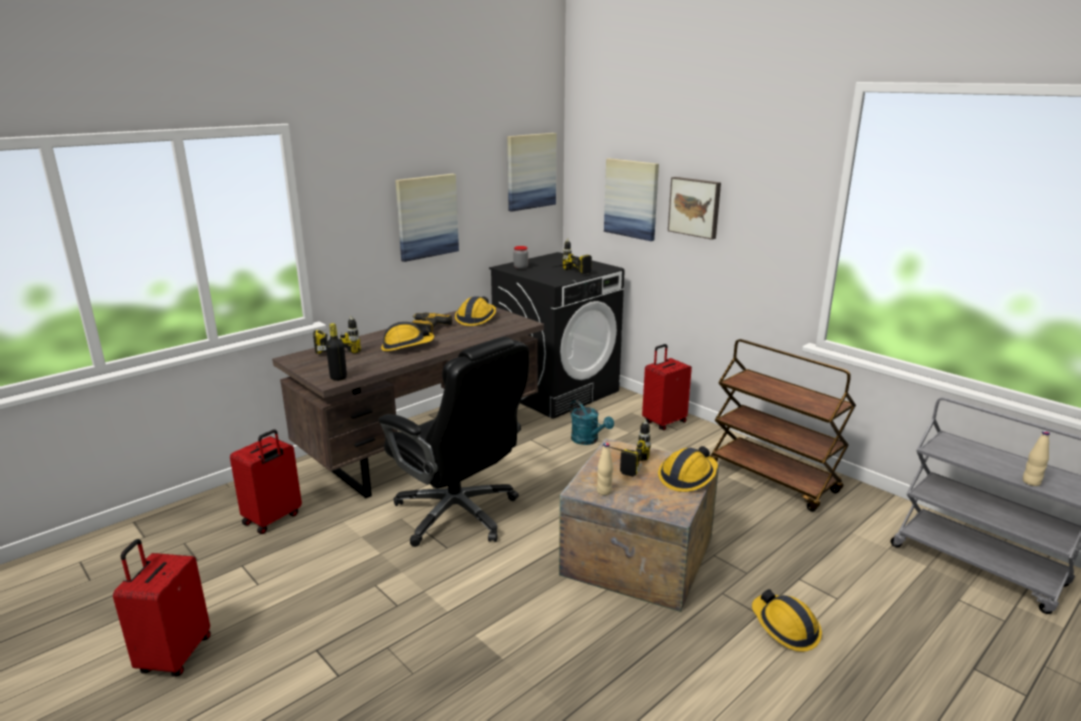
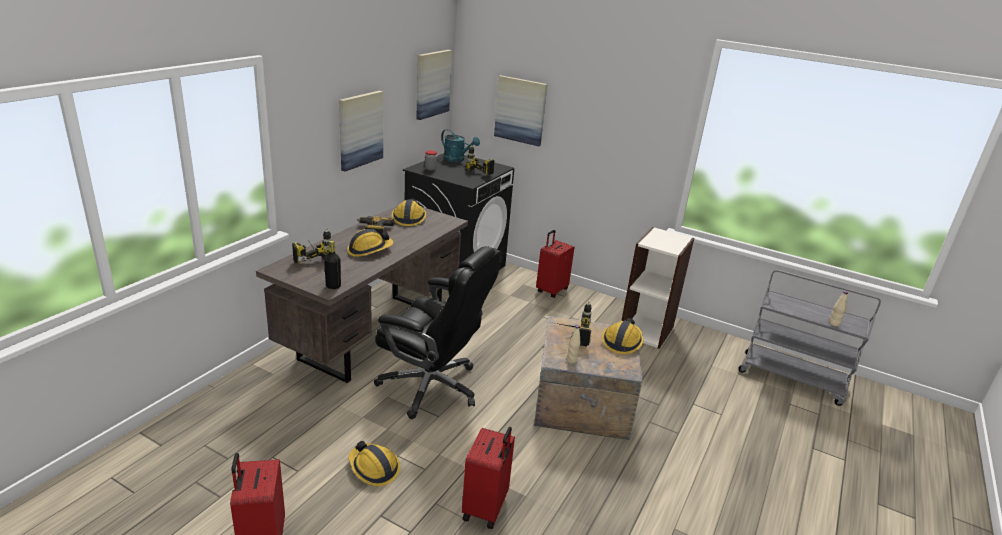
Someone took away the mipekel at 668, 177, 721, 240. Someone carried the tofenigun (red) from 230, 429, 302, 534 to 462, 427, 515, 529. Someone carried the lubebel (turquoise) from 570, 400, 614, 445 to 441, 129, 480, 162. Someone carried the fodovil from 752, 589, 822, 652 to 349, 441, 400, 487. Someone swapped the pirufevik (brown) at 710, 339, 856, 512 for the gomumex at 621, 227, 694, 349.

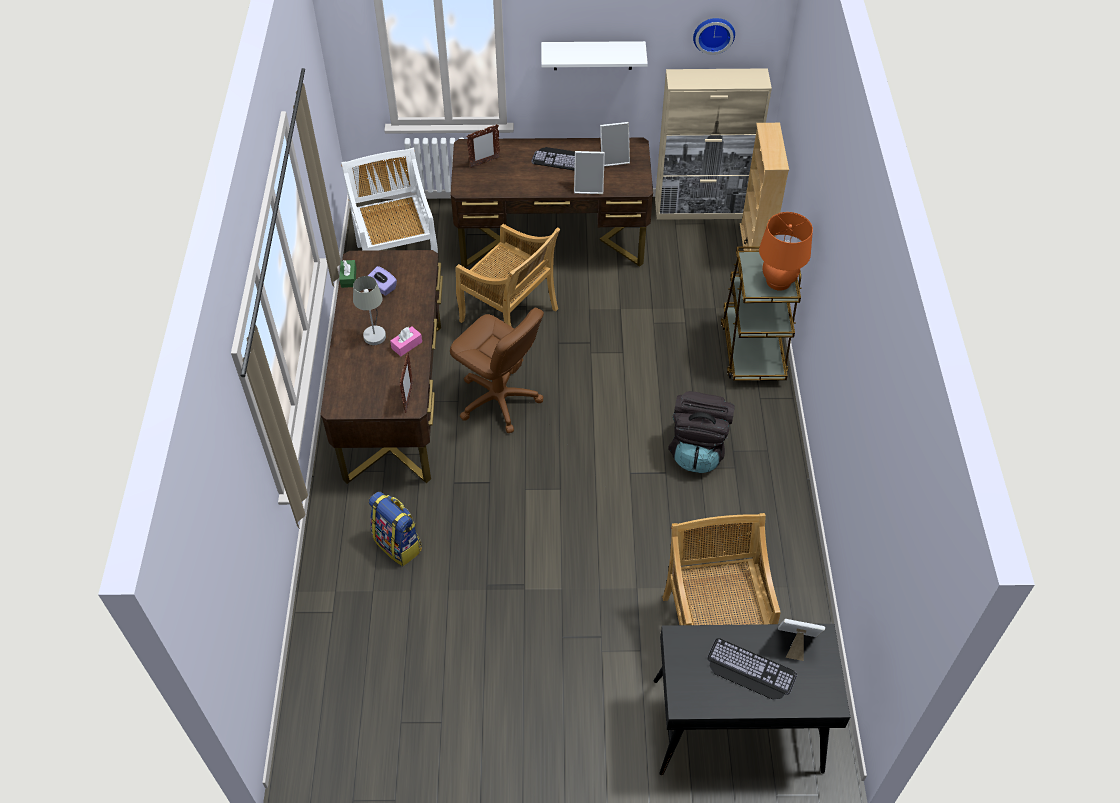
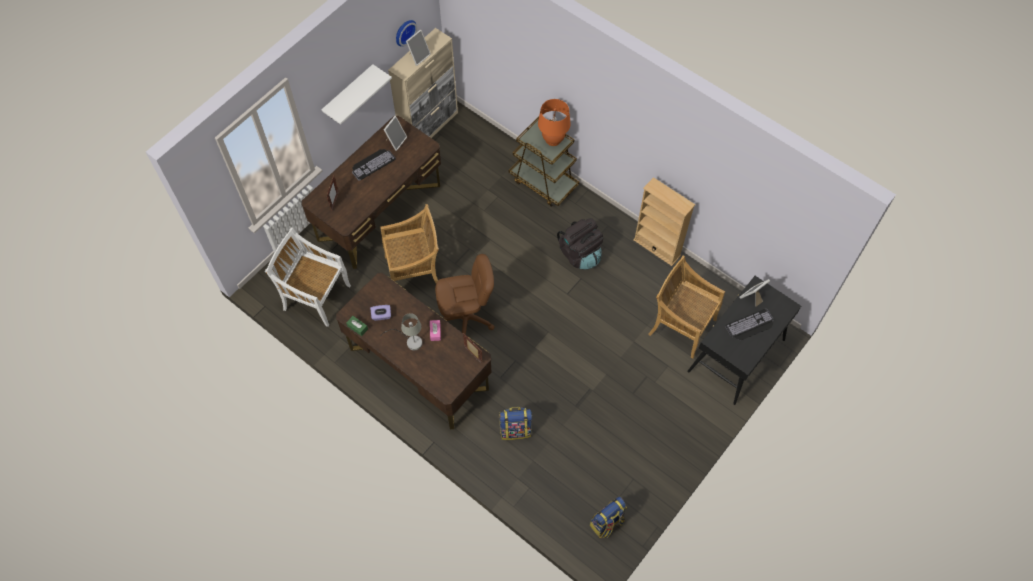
Someone put down the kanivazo at 590, 497, 627, 538. Someone carried the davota from 574, 151, 605, 194 to 406, 29, 431, 66. Someone carried the gomumex (beige) from 740, 123, 789, 251 to 633, 177, 696, 266.

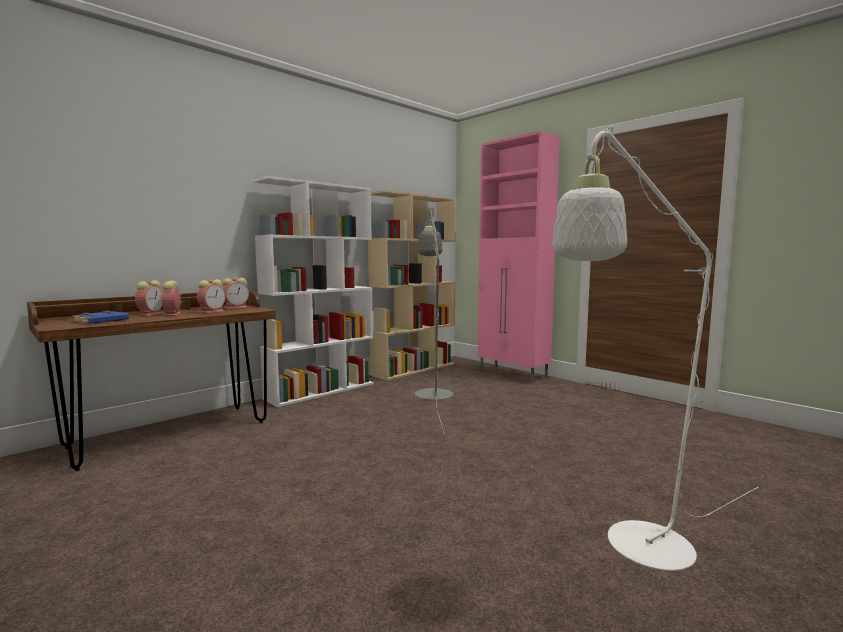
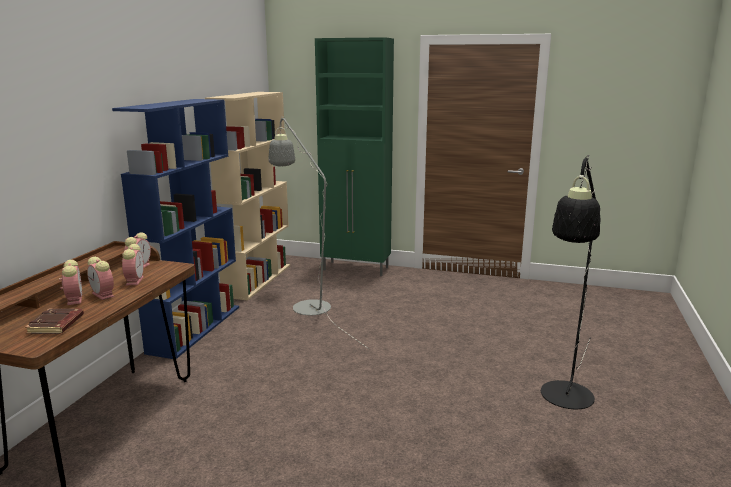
Someone repainted the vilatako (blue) at 72, 311, 129, 324, which became the vilatako (brown) at 25, 308, 84, 334. Someone repainted the gomumex (white) at 252, 176, 374, 407, which became the gomumex (blue) at 112, 99, 239, 359. Someone repainted the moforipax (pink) at 477, 131, 560, 383, which became the moforipax (green) at 315, 37, 394, 276. Someone repainted the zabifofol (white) at 552, 126, 759, 571, which became the zabifofol (black) at 541, 155, 601, 409.

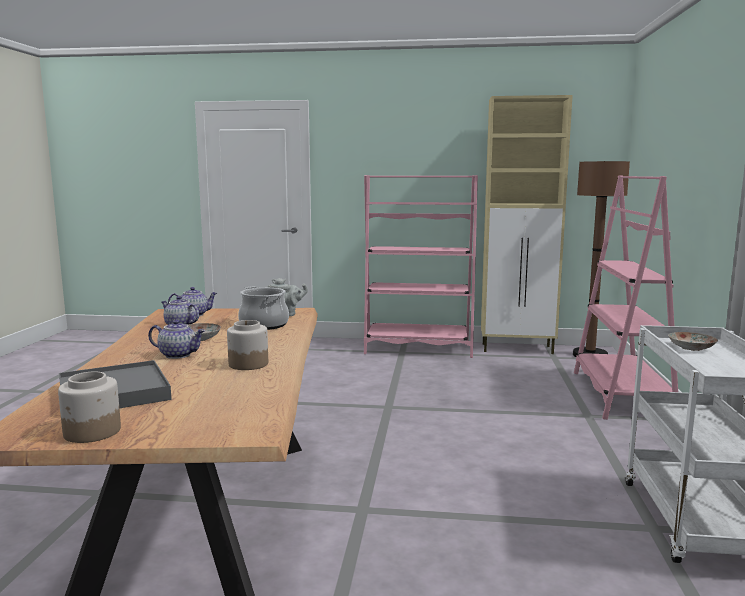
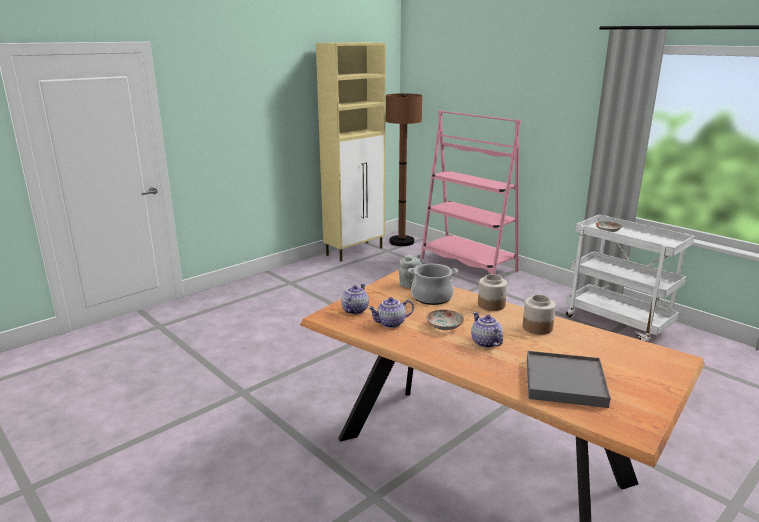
Someone took away the gomumex (pink) at 364, 175, 478, 358. Someone carried the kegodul from 58, 371, 121, 443 to 478, 274, 507, 311. Someone rotated the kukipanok at 148, 320, 205, 359 by 75 degrees counterclockwise.

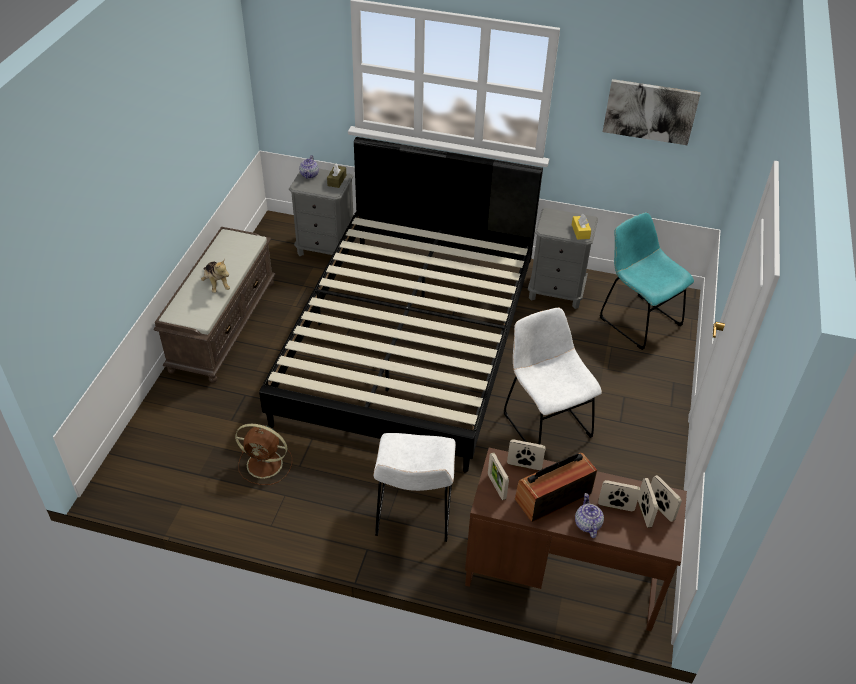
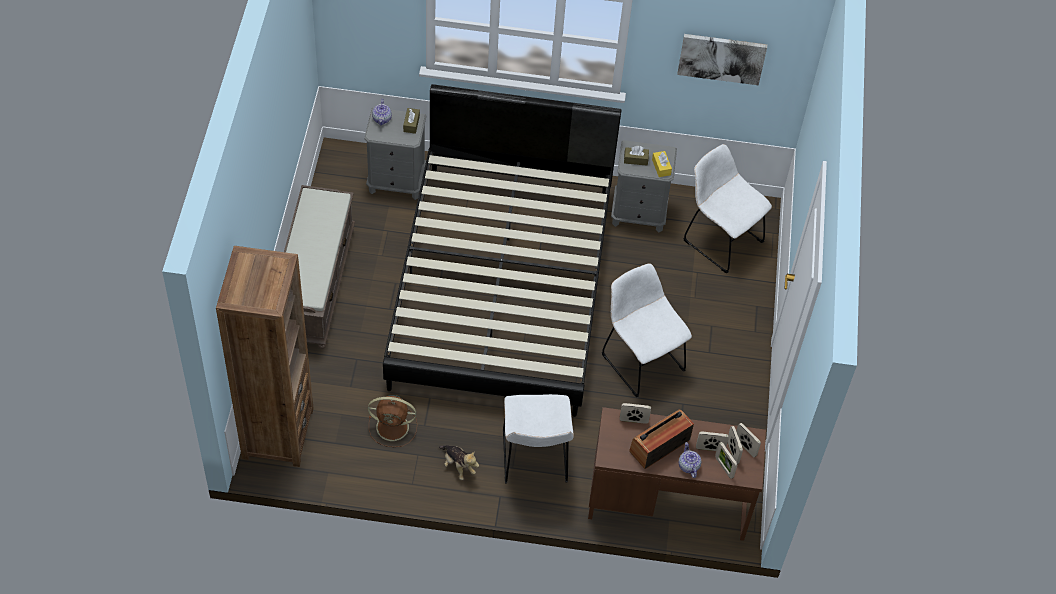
Someone put down the gomumex (brown) at 216, 246, 314, 467. Someone put down the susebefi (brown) at 624, 146, 649, 166. Someone carried the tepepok from 201, 258, 230, 293 to 439, 445, 479, 480. Someone carried the davota from 488, 453, 509, 500 to 715, 442, 738, 479. Someone repainted the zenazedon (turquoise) at 600, 212, 694, 350, which became the zenazedon (white) at 683, 144, 772, 274.

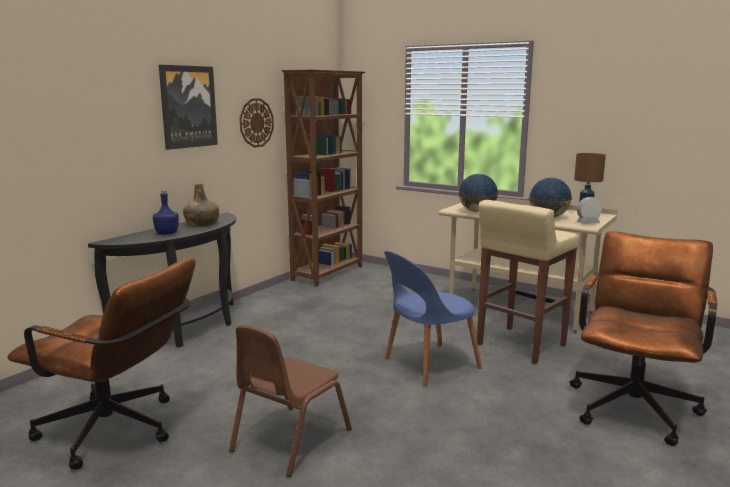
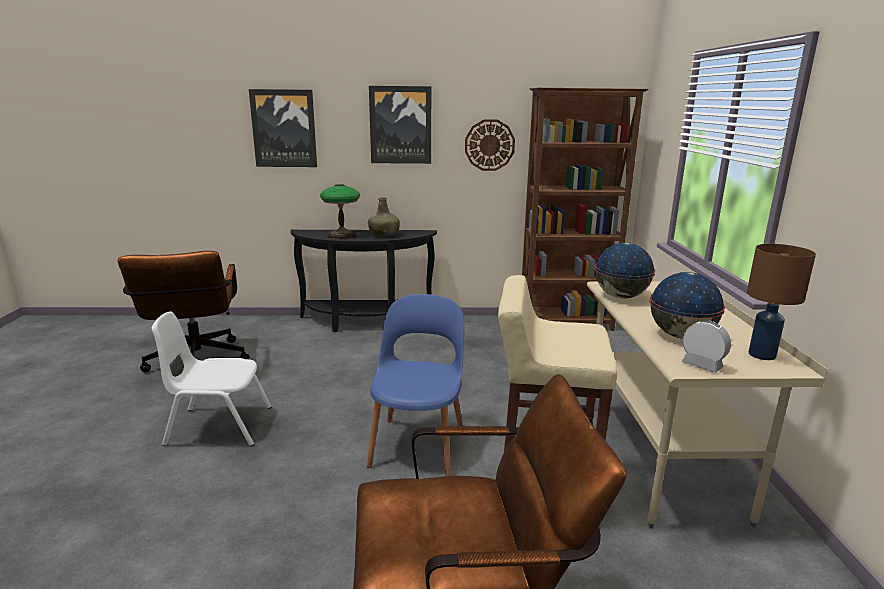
Someone put up the mipekel at 249, 89, 317, 167. Someone swapped the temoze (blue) at 153, 190, 179, 235 for the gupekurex at 320, 184, 360, 239. Someone repainted the zenazedon (brown) at 229, 325, 352, 477, which became the zenazedon (white) at 152, 311, 272, 446. Someone rotated the zenazedon (blue) at 384, 251, 482, 386 by 75 degrees clockwise.

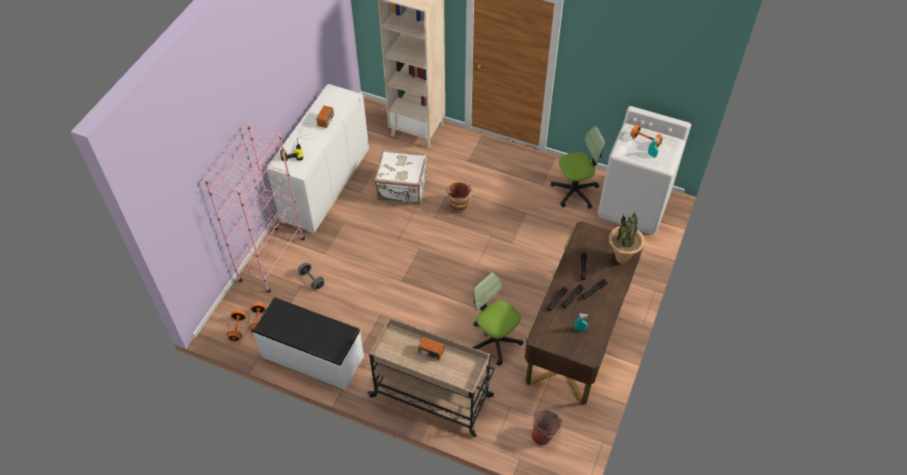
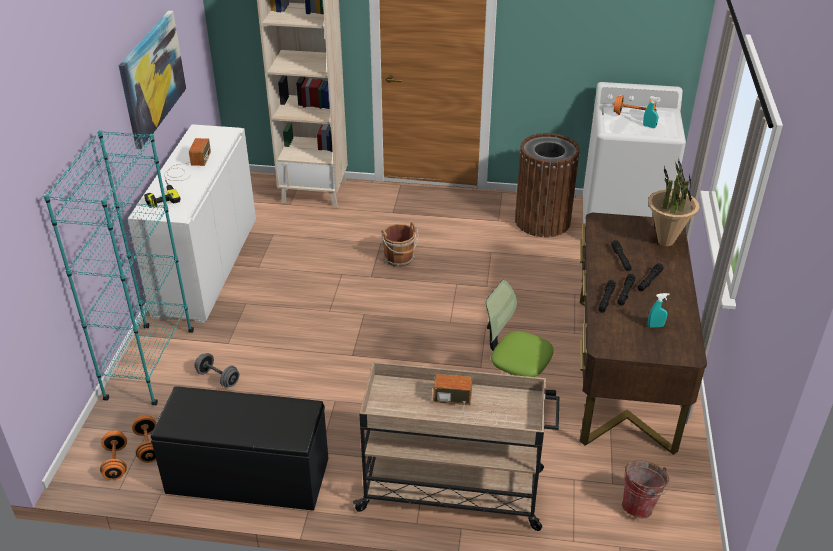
Someone took away the tofenigun (white) at 375, 150, 427, 205. Someone put up the mipekel at 119, 11, 186, 149. Someone swapped the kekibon at 551, 126, 606, 209 for the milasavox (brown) at 515, 133, 580, 237. Someone repainted the gomumex (pink) at 204, 124, 305, 293, which became the gomumex (turquoise) at 44, 130, 194, 406. Someone repainted the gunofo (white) at 253, 298, 364, 390, which became the gunofo (black) at 151, 386, 328, 511.

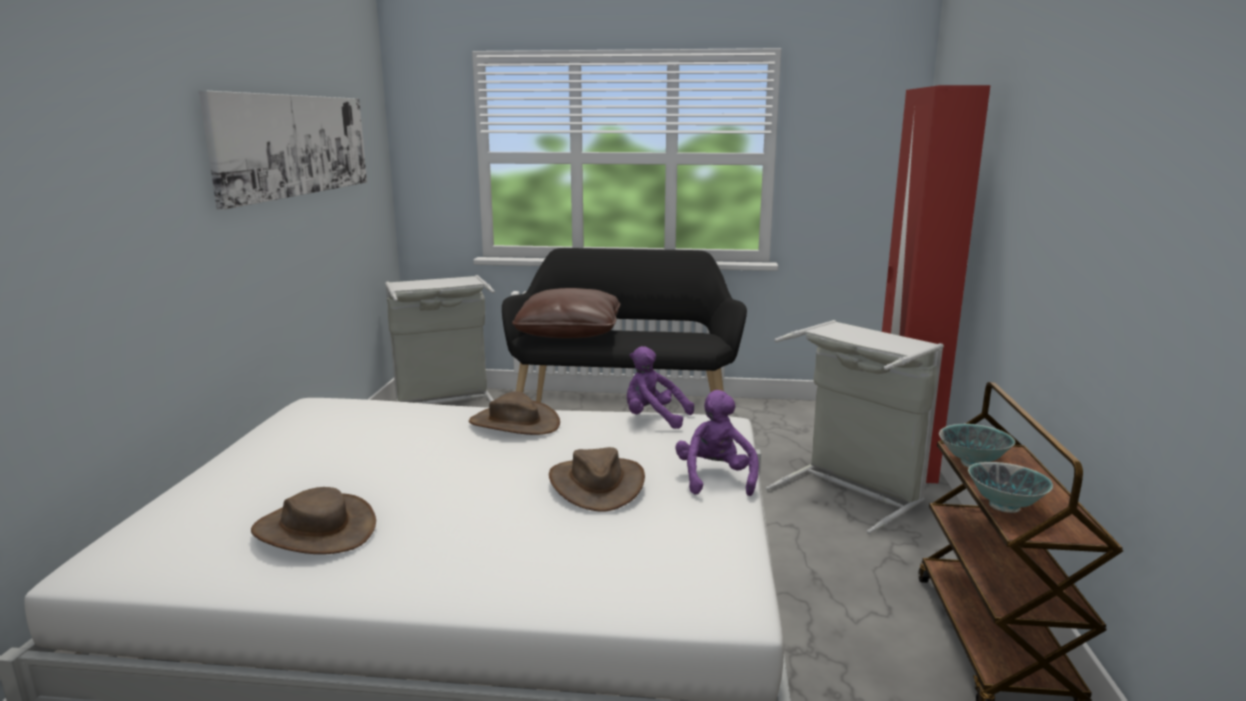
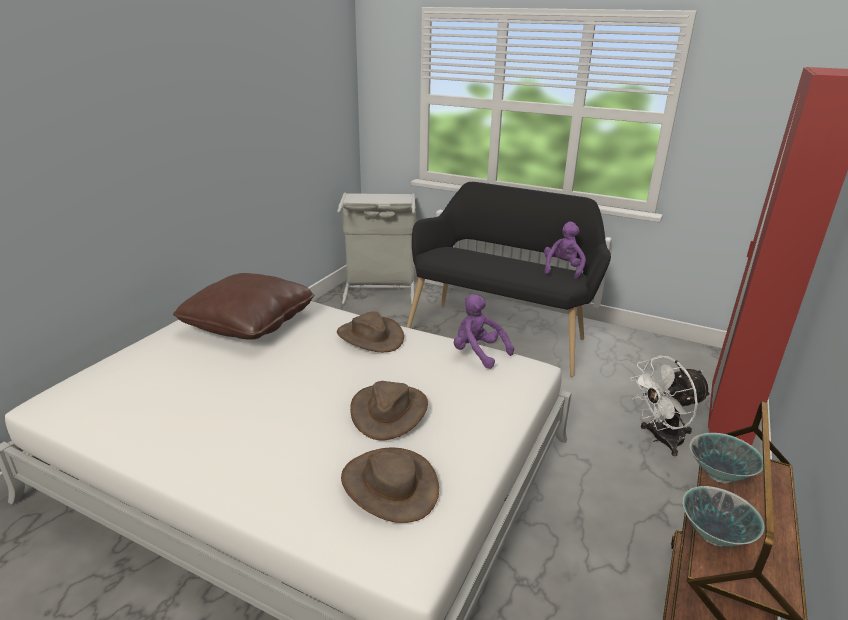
Someone took away the mipekel at 199, 90, 367, 210. Someone carried the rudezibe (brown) from 251, 487, 376, 554 to 341, 447, 439, 523. Someone carried the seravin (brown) from 512, 288, 621, 339 to 173, 273, 314, 340. Someone carried the tepepok (purple) from 675, 390, 759, 496 to 544, 222, 586, 280. Someone swapped the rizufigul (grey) at 766, 320, 944, 534 for the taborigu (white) at 630, 356, 711, 457.

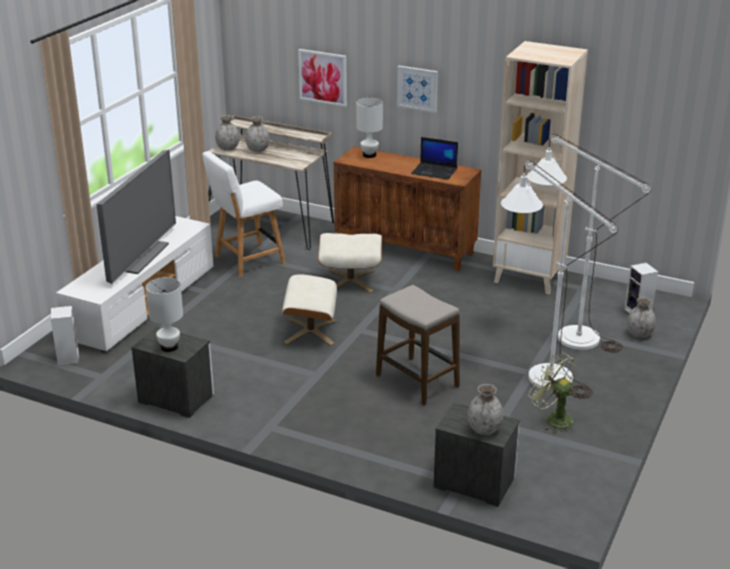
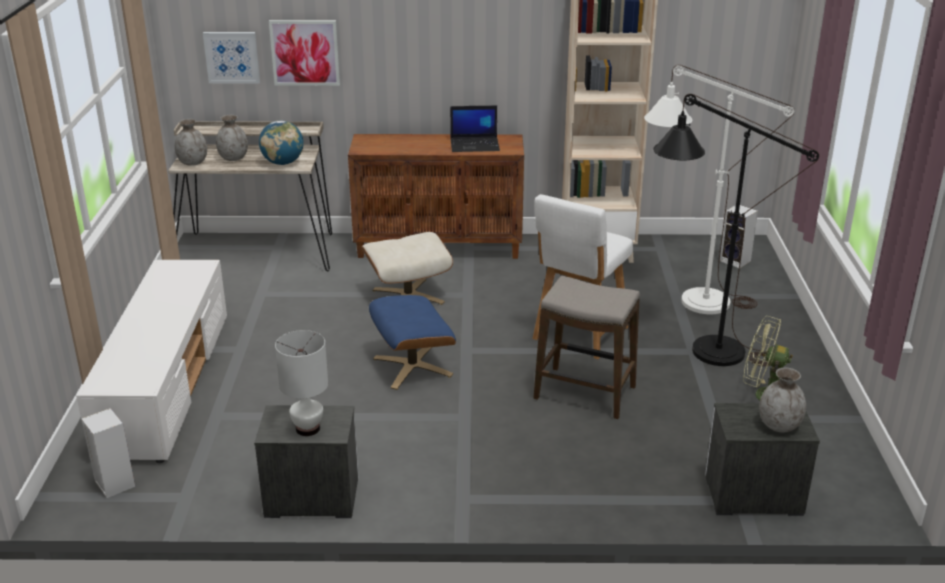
Someone took away the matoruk at 96, 150, 176, 284. Someone took away the gupekurex (white) at 356, 98, 383, 158. Someone took away the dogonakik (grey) at 627, 297, 656, 338. Someone put down the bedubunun at 259, 120, 304, 165. Someone carried the zenazedon (white) from 202, 151, 286, 277 to 532, 194, 633, 359. Someone carried the mipekel from 397, 66, 438, 113 to 203, 32, 260, 83. Someone repainted the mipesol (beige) at 282, 274, 337, 346, which became the mipesol (blue) at 369, 295, 456, 390. Someone repainted the zabifofol (white) at 501, 160, 618, 399, which became the zabifofol (black) at 653, 94, 819, 366.

